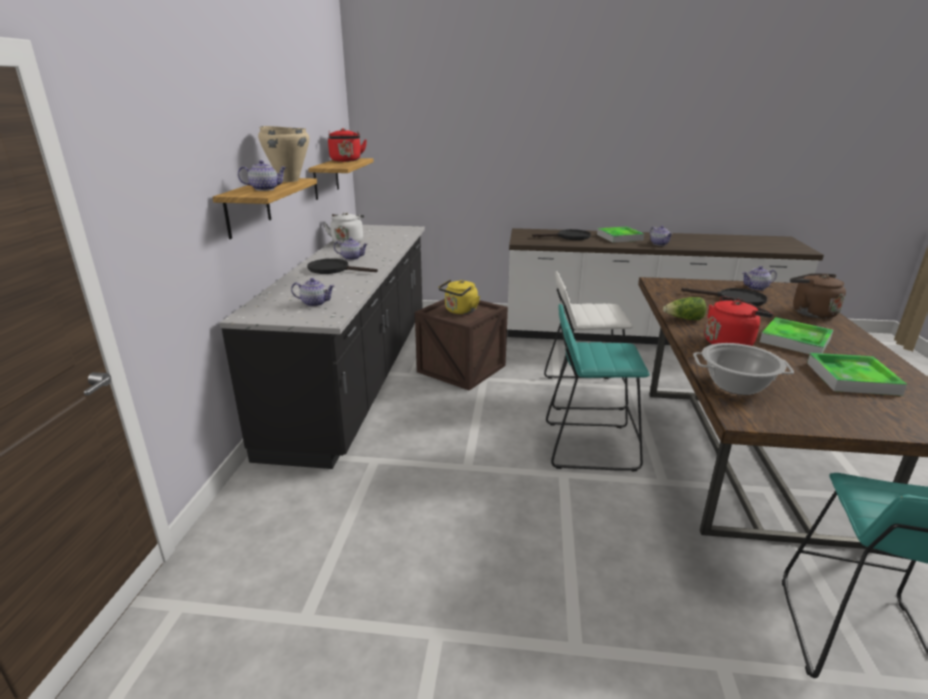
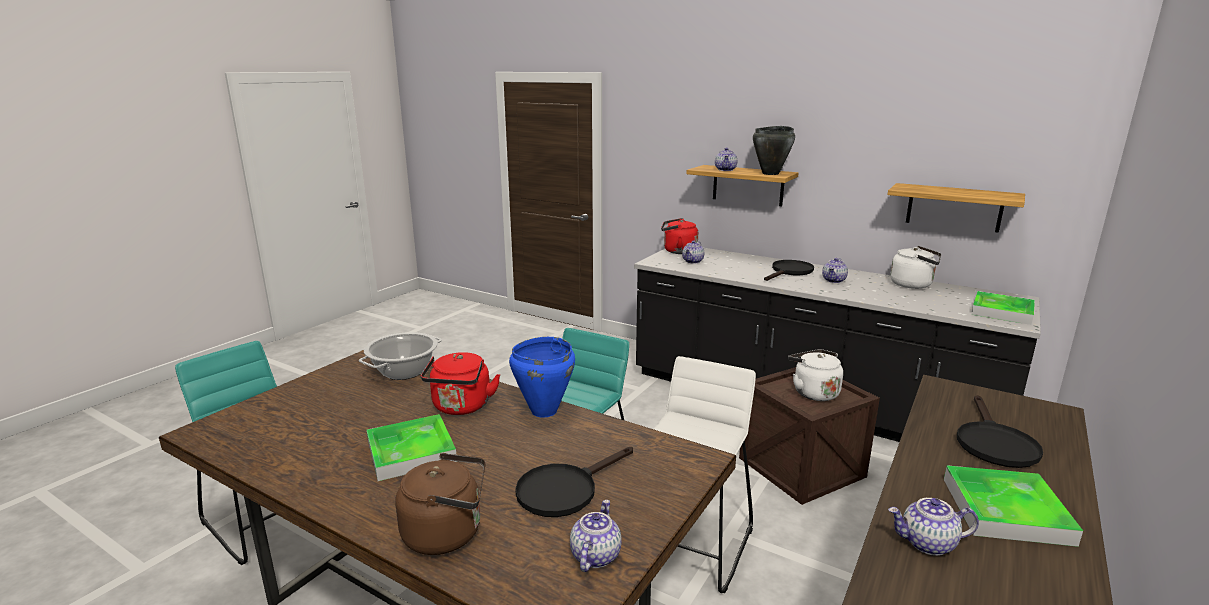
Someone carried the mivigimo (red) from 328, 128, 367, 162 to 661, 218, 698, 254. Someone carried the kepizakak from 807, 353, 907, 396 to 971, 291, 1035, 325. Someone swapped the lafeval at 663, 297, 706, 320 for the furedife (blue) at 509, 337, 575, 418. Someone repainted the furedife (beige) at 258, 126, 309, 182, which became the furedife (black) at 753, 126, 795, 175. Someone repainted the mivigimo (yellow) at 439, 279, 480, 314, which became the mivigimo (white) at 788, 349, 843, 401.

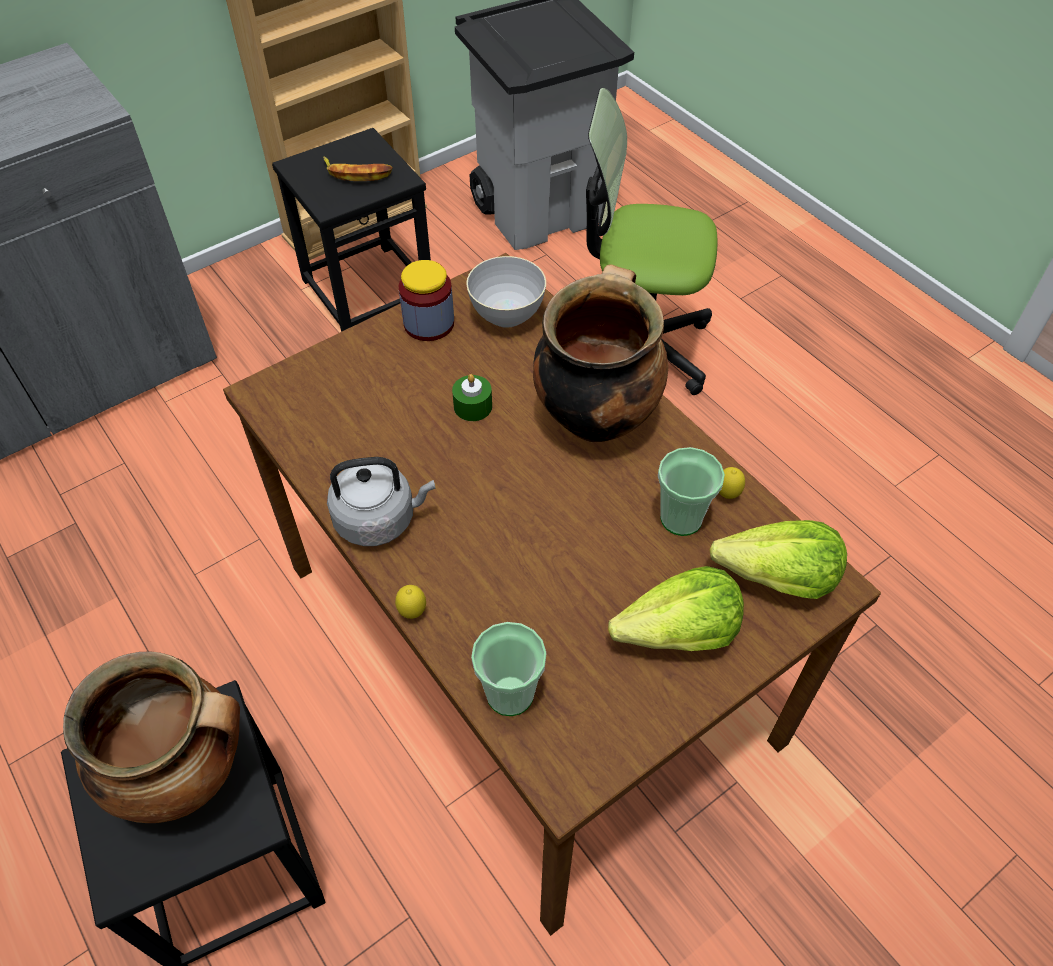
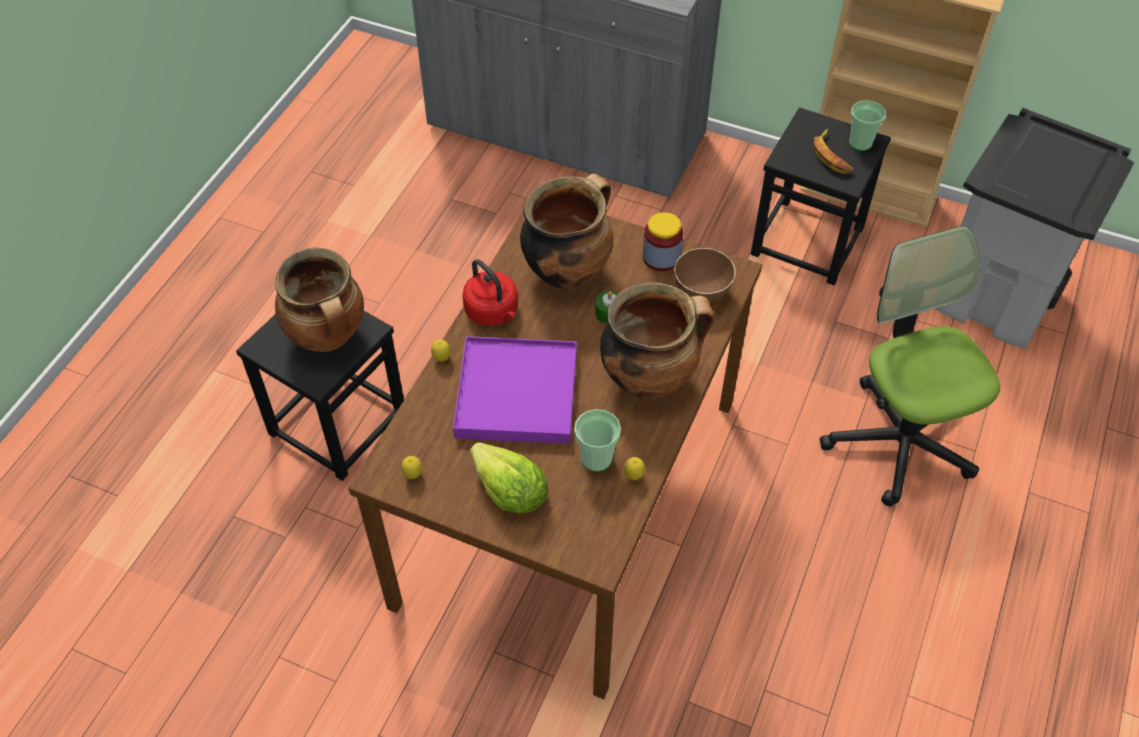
Someone took away the lafeval at 710, 520, 847, 599. Someone put down the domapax at 401, 456, 422, 479. Someone put down the kepizakak (purple) at 453, 336, 577, 444. Someone put down the furedife at 520, 174, 613, 290. Someone carried the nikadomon from 471, 622, 546, 716 to 849, 100, 886, 151. Someone repainted the mivigimo (grey) at 327, 457, 435, 546, which became the mivigimo (red) at 462, 259, 518, 326. Someone repainted the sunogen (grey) at 466, 256, 546, 328, which became the sunogen (brown) at 674, 248, 736, 303.

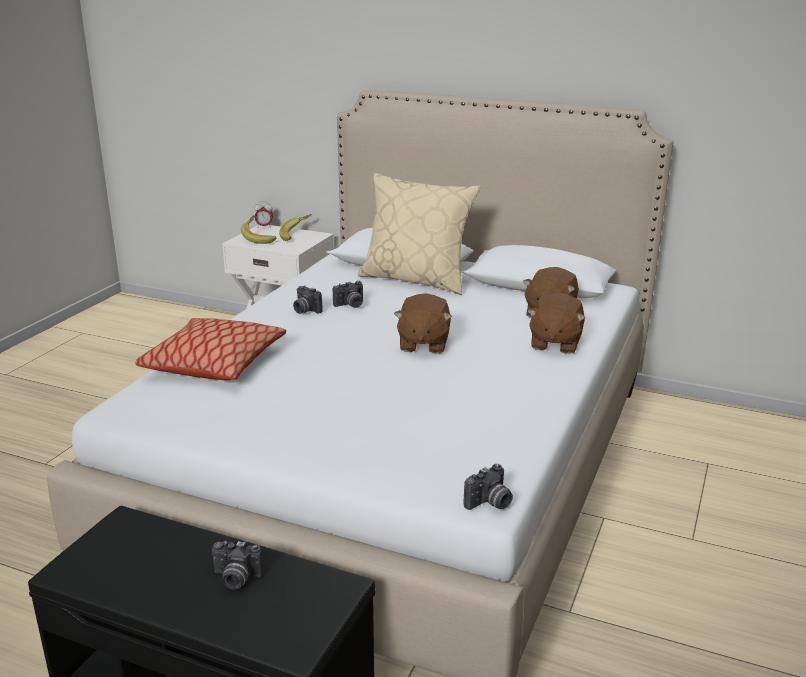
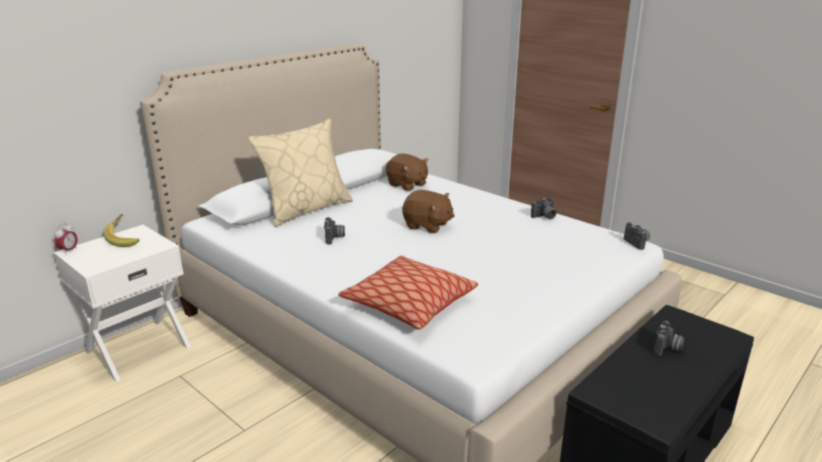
Someone took away the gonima at 241, 215, 277, 244. Someone took away the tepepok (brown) at 527, 293, 585, 354. Someone carried the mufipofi from 293, 286, 323, 314 to 531, 197, 556, 219.

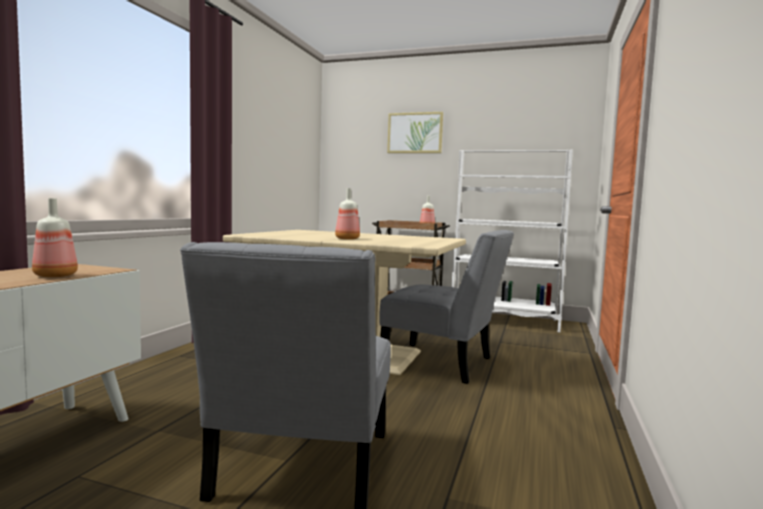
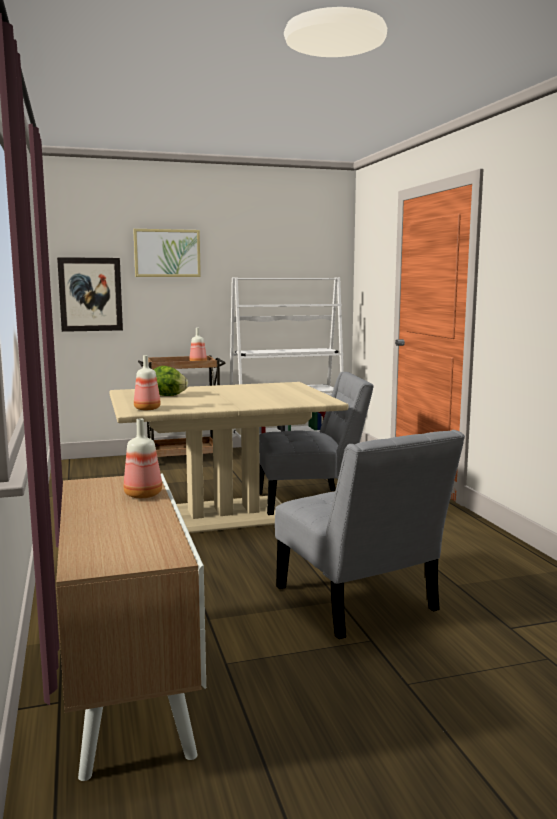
Someone put up the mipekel at 57, 257, 123, 332. Someone put down the lafeval at 154, 366, 188, 396. Someone carried the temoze from 335, 188, 360, 240 to 134, 355, 161, 410.

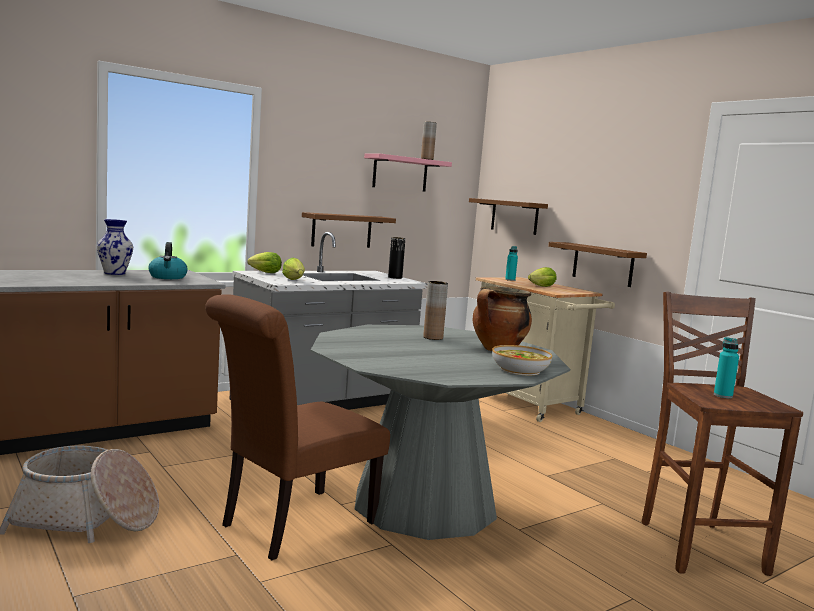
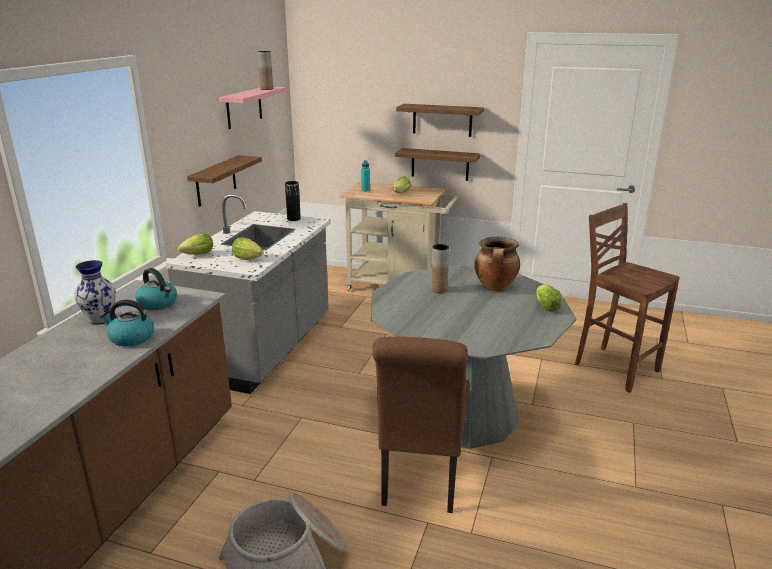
Someone took away the temoze (turquoise) at 714, 337, 739, 398. Someone put down the mivigimo at 99, 300, 154, 347. Someone carried the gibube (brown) from 469, 198, 548, 235 to 396, 104, 484, 137. Someone swapped the sunogen at 492, 345, 552, 375 for the lafeval at 536, 284, 562, 311.

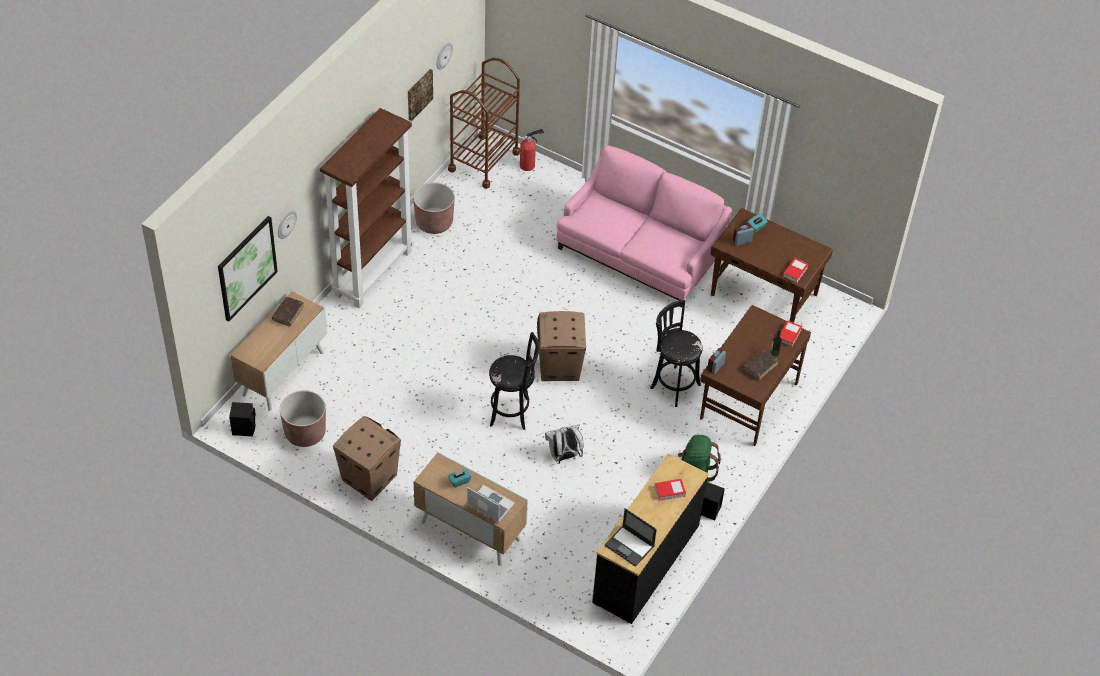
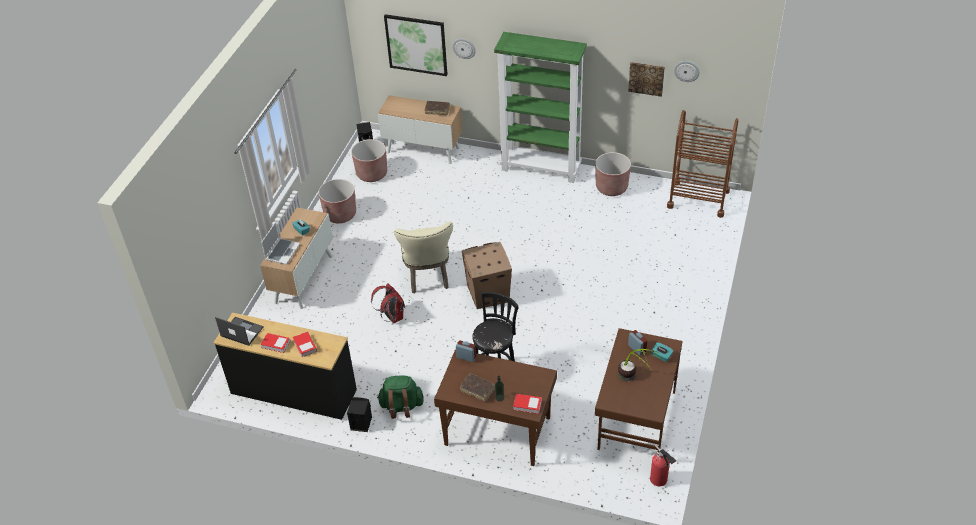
Someone took away the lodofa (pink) at 557, 145, 732, 308. Someone put down the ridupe at 618, 349, 660, 381. Someone carried the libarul from 519, 129, 544, 171 to 650, 444, 676, 486. Someone carried the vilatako from 783, 258, 809, 283 to 260, 333, 291, 353. Someone swapped the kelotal at 333, 416, 401, 501 for the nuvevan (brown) at 318, 179, 356, 223. Someone swapped the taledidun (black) at 489, 332, 539, 430 for the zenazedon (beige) at 394, 222, 453, 293. Someone repainted the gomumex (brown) at 320, 108, 413, 308, which became the gomumex (green) at 494, 32, 587, 183. Someone repainted the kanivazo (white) at 545, 424, 583, 464, which became the kanivazo (red) at 371, 283, 405, 323. Someone rotated the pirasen at 605, 508, 657, 567 by 90 degrees clockwise.

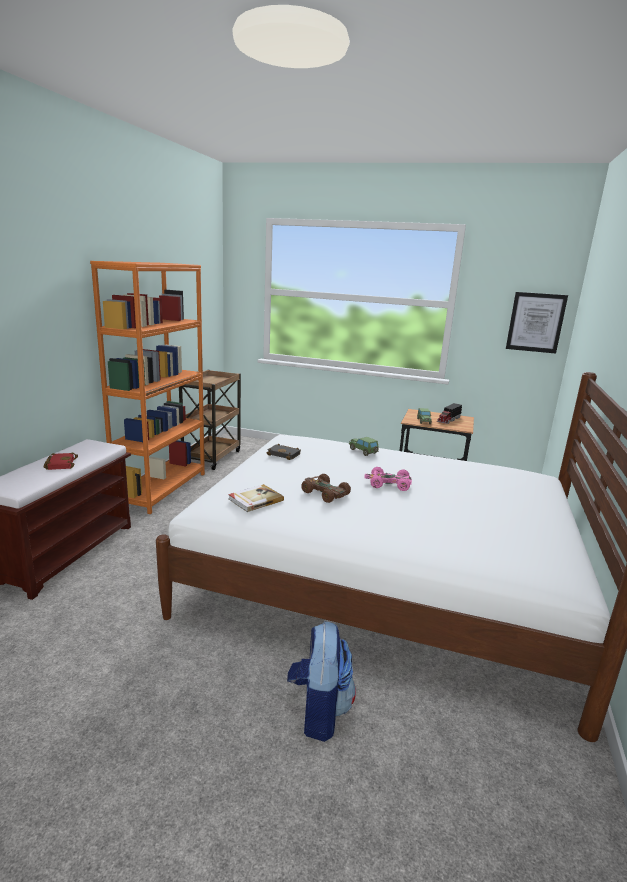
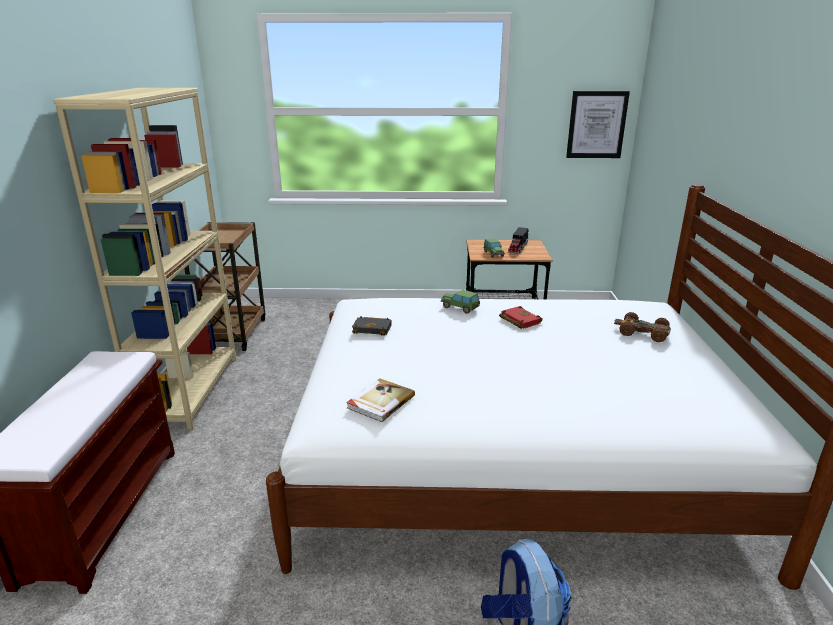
Someone took away the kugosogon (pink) at 364, 467, 412, 491. Someone carried the vilatako (red) from 44, 452, 78, 470 to 499, 306, 543, 329. Someone carried the kugosogon (brown) from 302, 474, 351, 503 to 614, 312, 671, 342. Someone repainted the gomumex (orange) at 90, 261, 205, 514, which became the gomumex (beige) at 53, 88, 236, 430.

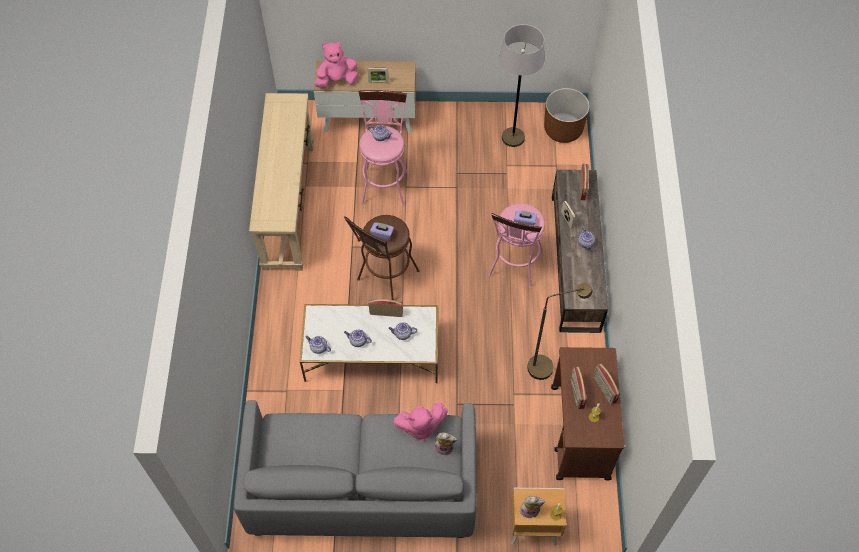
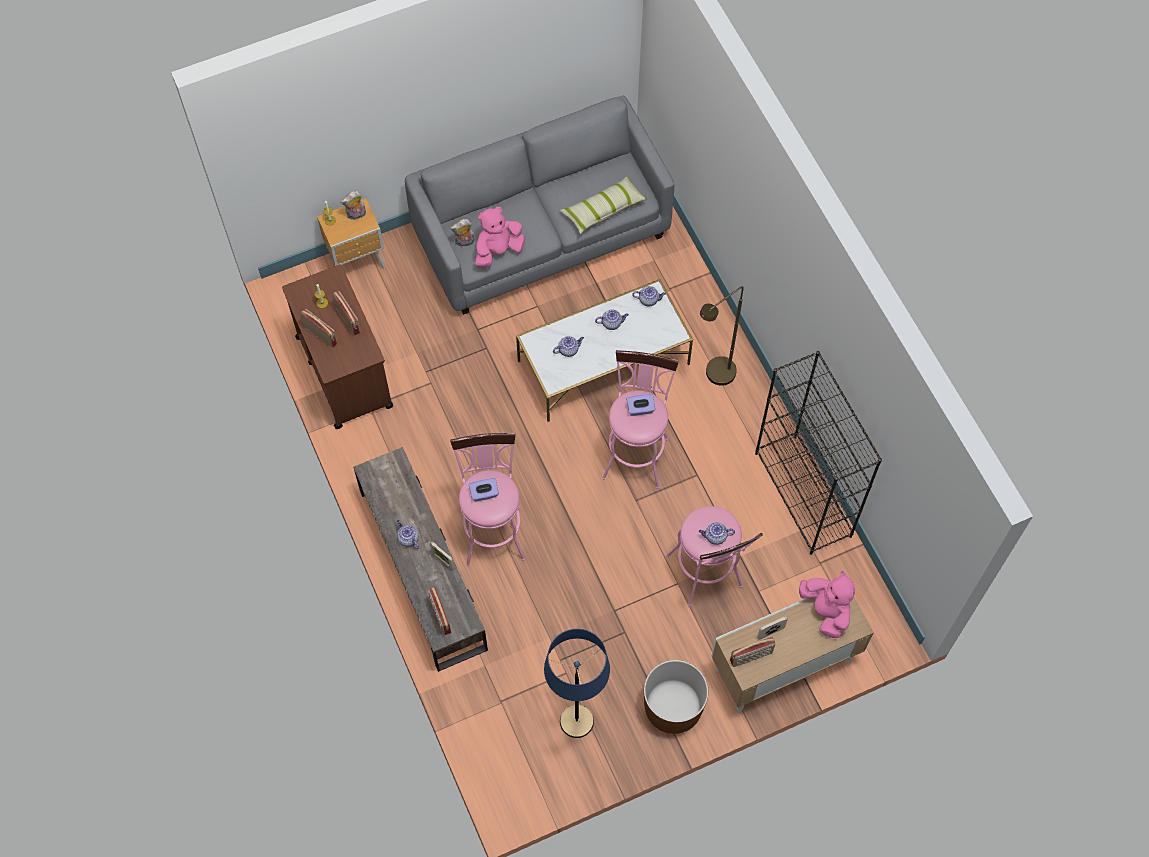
Someone put down the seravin at 560, 176, 648, 234. Someone carried the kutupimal from 368, 299, 403, 317 to 730, 637, 775, 667. Someone carried the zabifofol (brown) from 527, 282, 593, 380 to 700, 286, 744, 386. Someone carried the nuvevan (brown) from 544, 88, 590, 143 to 644, 660, 708, 734. Someone swapped the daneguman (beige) at 249, 93, 314, 271 for the gomumex (black) at 755, 351, 882, 555. Someone repainted the taledidun (brown) at 344, 215, 420, 300, which became the taledidun (pink) at 602, 350, 679, 489. Someone repainted the zabifofol (grey) at 500, 24, 545, 147, which became the zabifofol (blue) at 544, 629, 610, 738. Someone rotated the tepepok (pink) at 314, 42, 359, 88 by 75 degrees counterclockwise.

